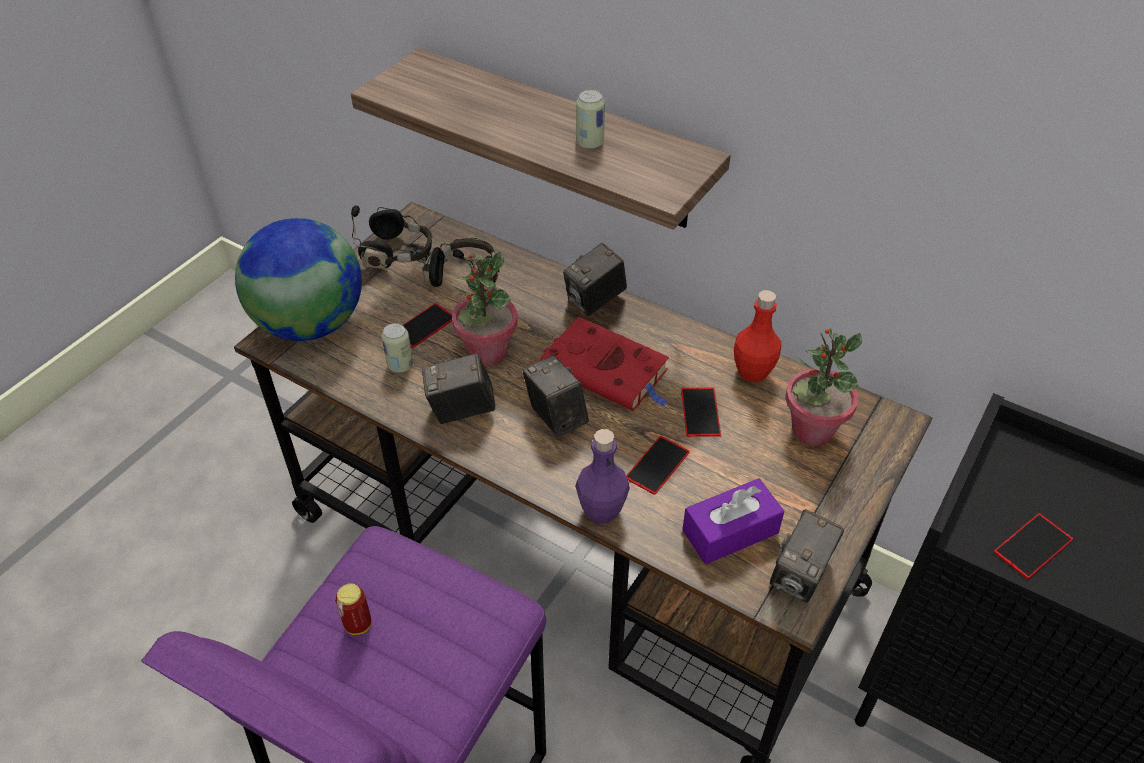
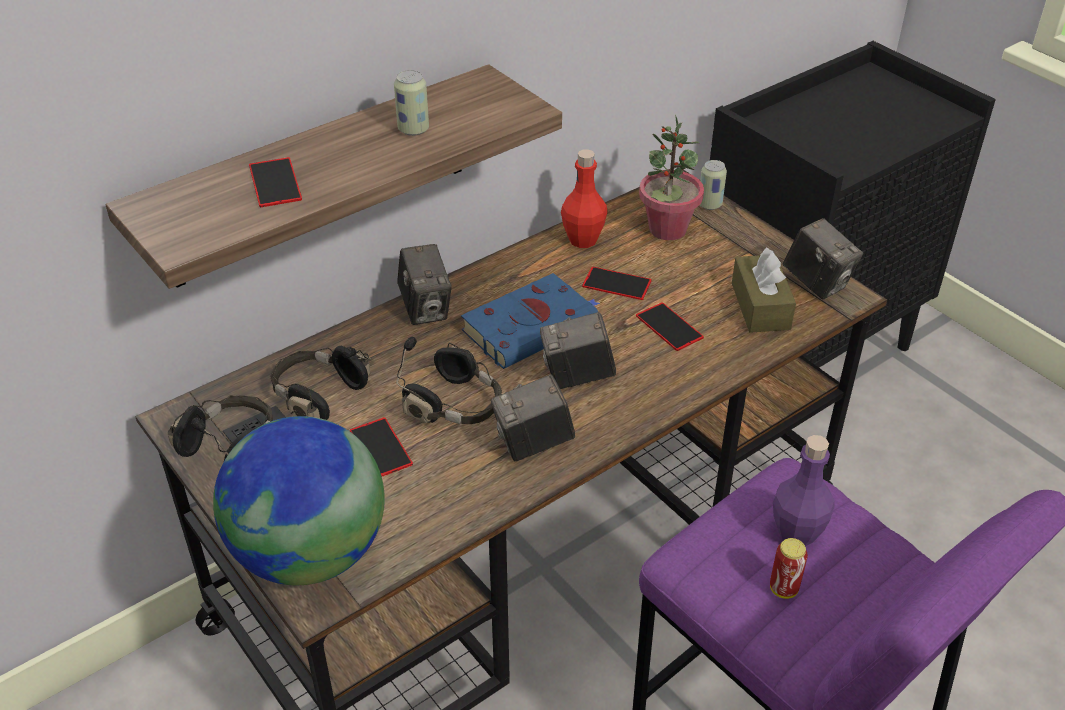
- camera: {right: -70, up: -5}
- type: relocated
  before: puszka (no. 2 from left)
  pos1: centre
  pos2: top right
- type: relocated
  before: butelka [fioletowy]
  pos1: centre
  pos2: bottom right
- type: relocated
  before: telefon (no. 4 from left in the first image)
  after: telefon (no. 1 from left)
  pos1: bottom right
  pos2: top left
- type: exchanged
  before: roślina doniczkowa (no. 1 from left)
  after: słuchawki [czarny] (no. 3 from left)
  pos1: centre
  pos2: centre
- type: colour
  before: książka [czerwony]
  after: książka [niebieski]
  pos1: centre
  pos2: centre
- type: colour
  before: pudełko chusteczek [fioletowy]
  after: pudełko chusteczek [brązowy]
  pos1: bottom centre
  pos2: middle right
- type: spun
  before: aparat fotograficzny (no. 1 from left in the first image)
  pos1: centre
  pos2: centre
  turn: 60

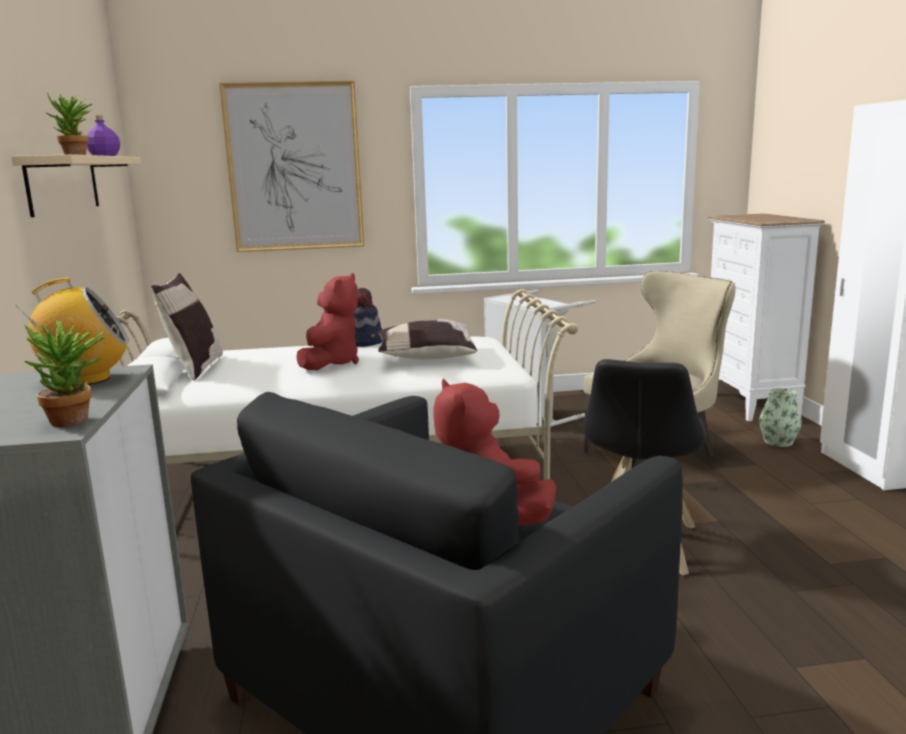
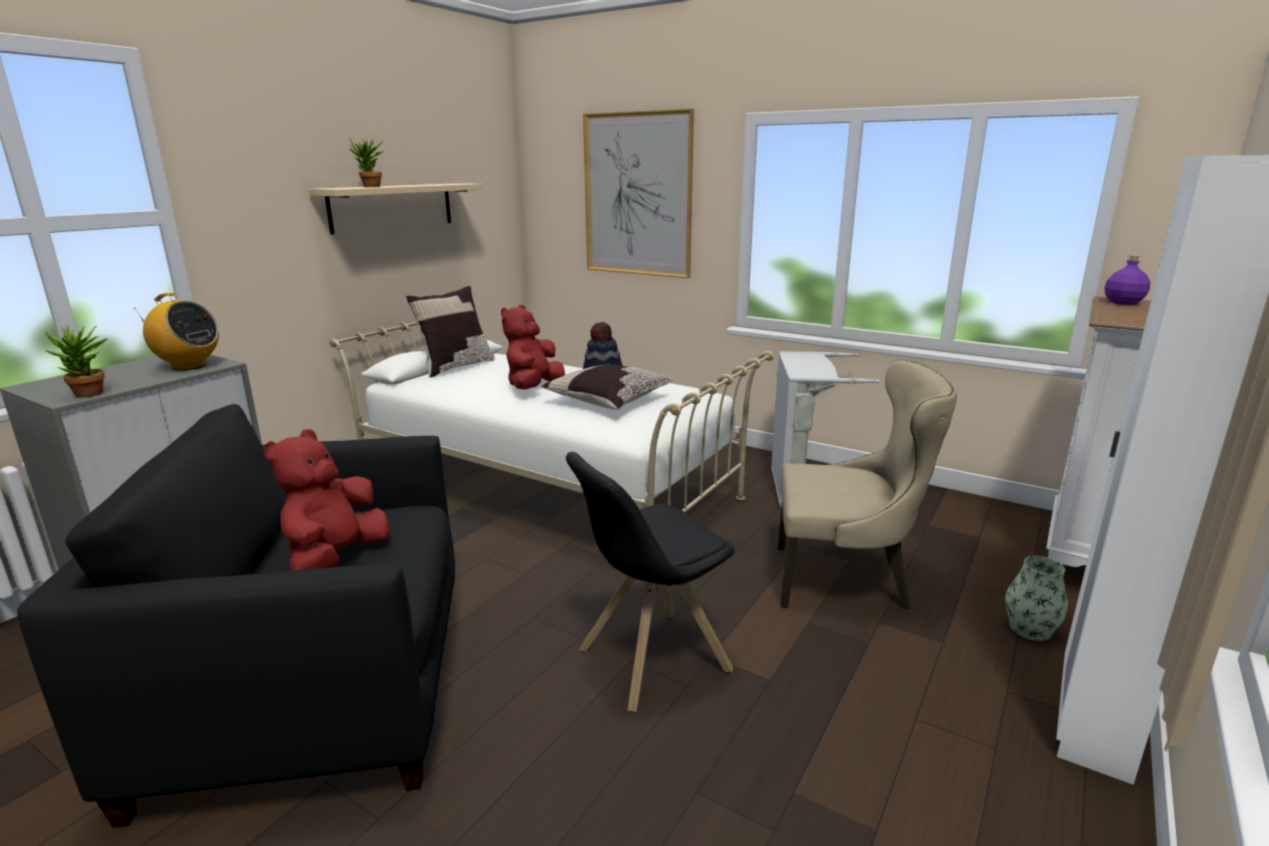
- camera: {right: 40, up: 5}
- type: relocated
  before: butelka [fioletowy]
  pos1: top left
  pos2: top right
- type: spun
  before: pluszak [czerwony] (no. 1 from left in the first image)
  pos1: centre
  pos2: centre
  turn: 150

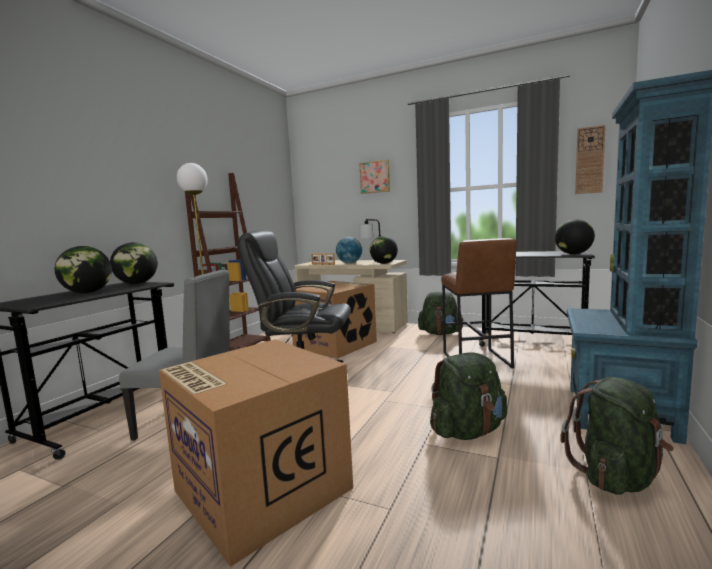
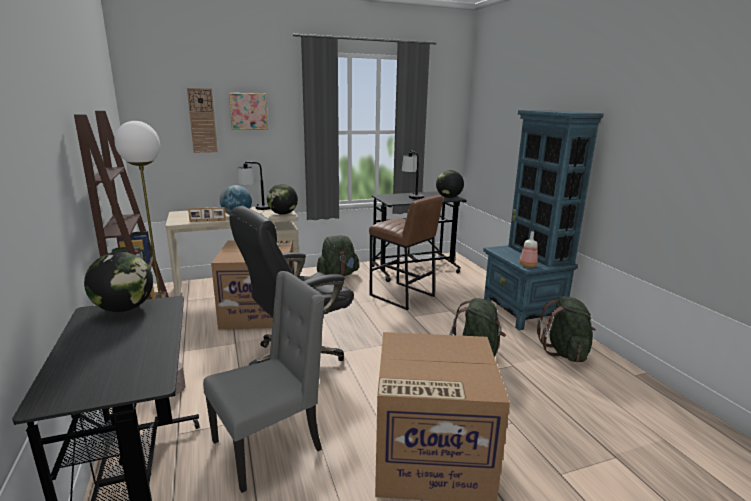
- camera: {right: -45, up: 10}
- type: missing
  before: globus (no. 1 from left)
  pos1: middle left
- type: appeared
  after: lampa stołowa (no. 2 from left)
  pos2: centre
- type: appeared
  after: butelka
  pos2: middle right
- type: relocated
  before: zegar ścienny
  pos1: top right
  pos2: top left

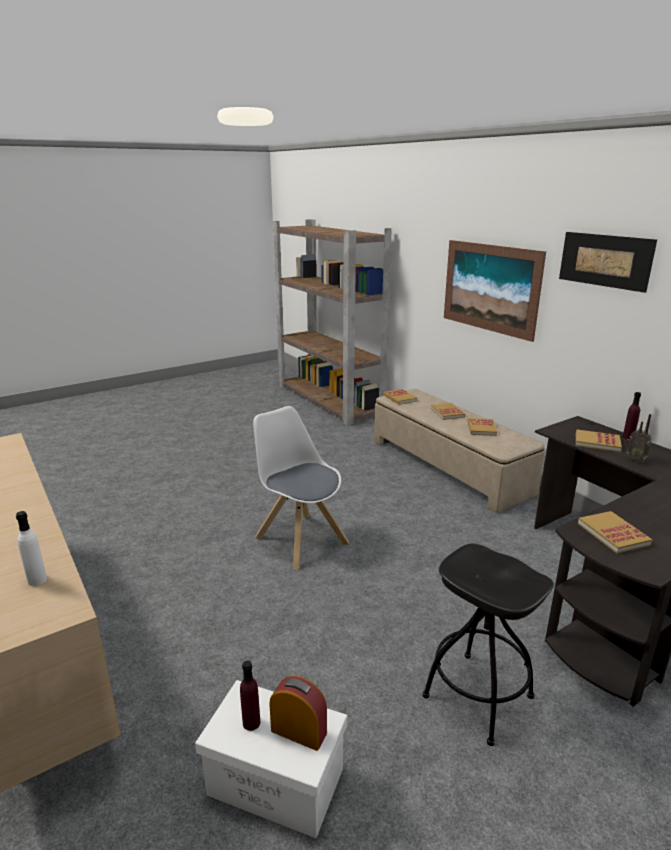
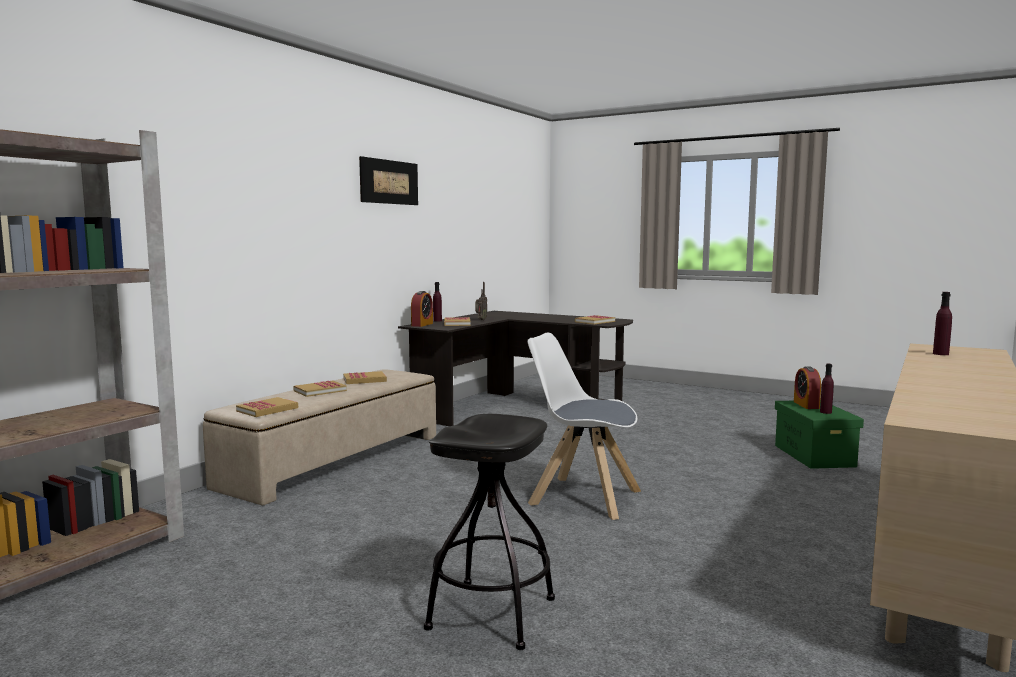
- camera: {right: -115, up: -15}
- type: missing
  before: obraz (no. 1 from left)
  pos1: middle right
- type: appeared
  after: budzik (no. 1 from left)
  pos2: centre
- type: relocated
  before: stołek [czarny]
  pos1: bottom right
  pos2: bottom centre
- type: colour
  before: butelka [biały]
  after: butelka [fioletowy] (no. 3 from left)
  pos1: middle left
  pos2: middle right
- type: colour
  before: pojemnik do przechowywania [biały]
  after: pojemnik do przechowywania [zielony]
  pos1: bottom centre
  pos2: middle right
- type: spun
  before: krzesło
  pos1: centre
  pos2: centre
  turn: 90

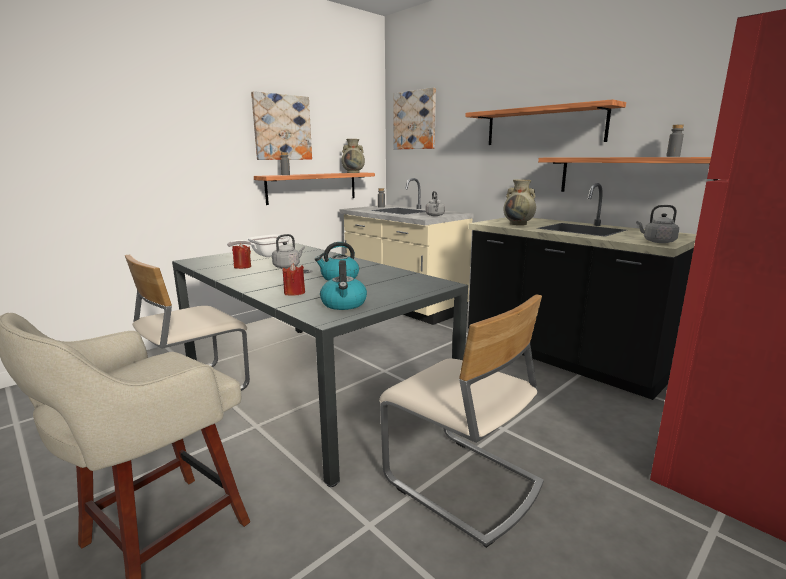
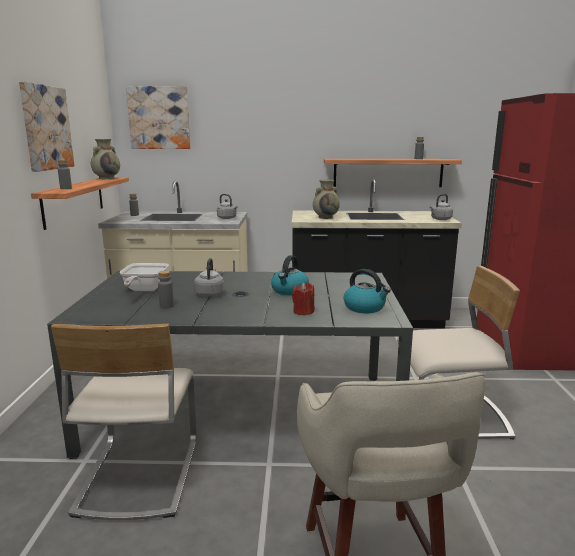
- camera: {right: -45, up: 0}
- type: missing
  before: półka (no. 2 from left)
  pos1: top right
- type: exchanged
  before: świeca [czerwony] (no. 1 from left)
  after: butelka [szary] (no. 3 from left)
  pos1: middle left
  pos2: middle left

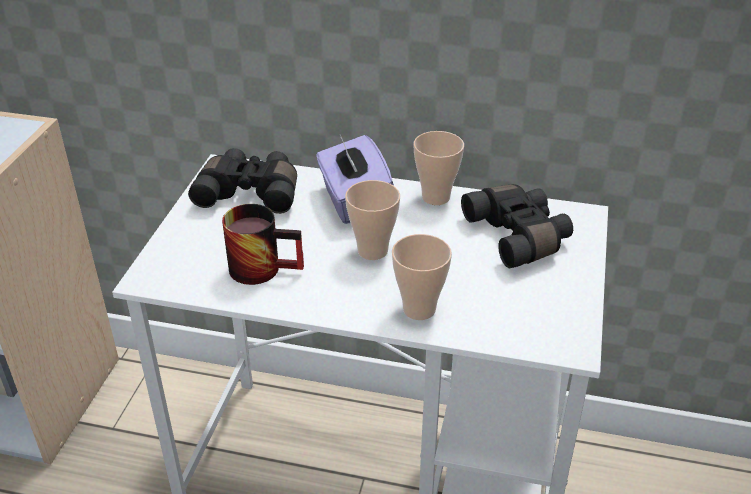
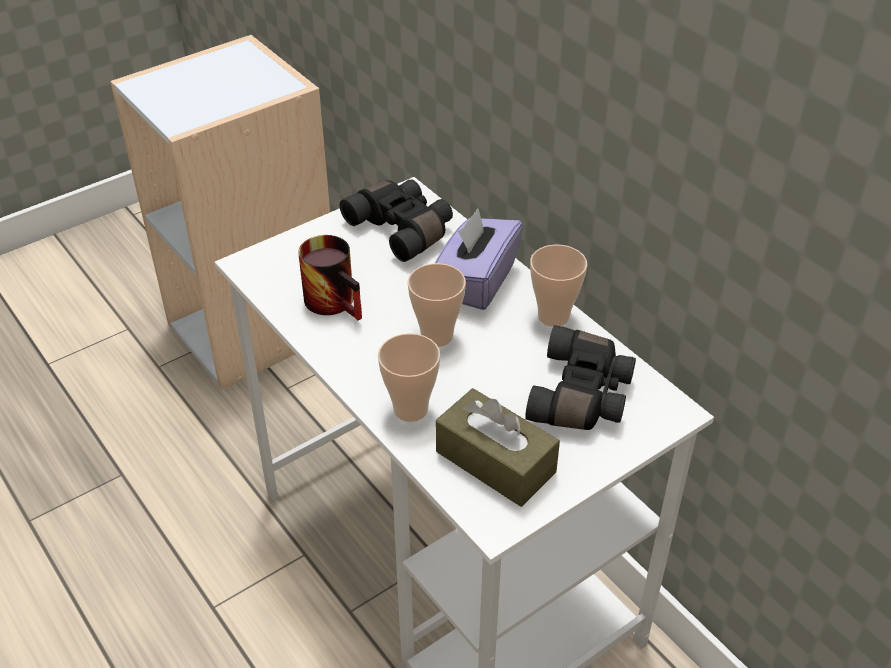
- camera: {right: 40, up: 5}
- type: appeared
  after: pudełko chusteczek [brązowy]
  pos2: bottom centre

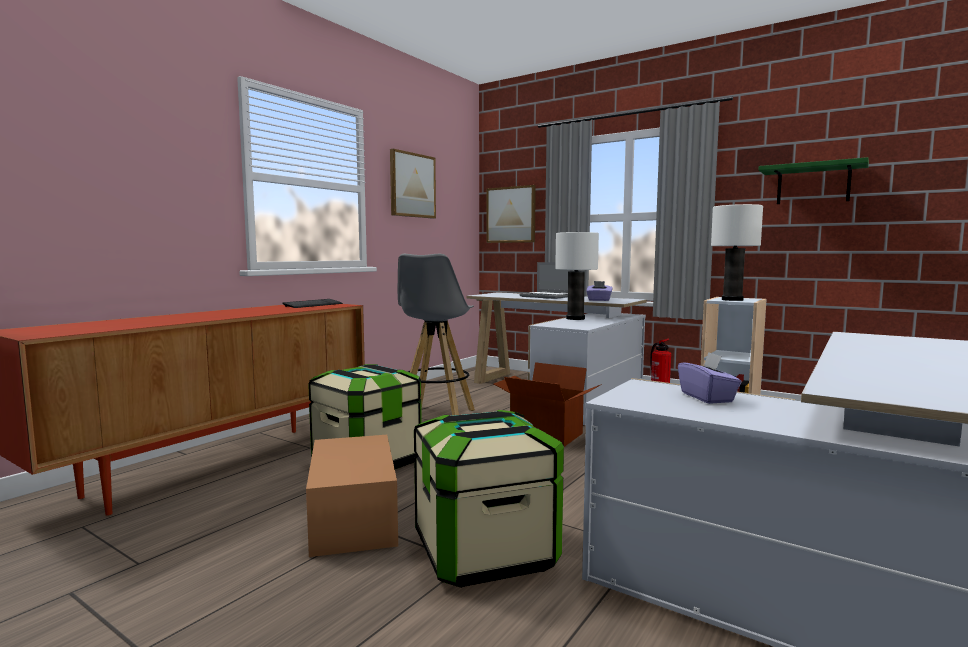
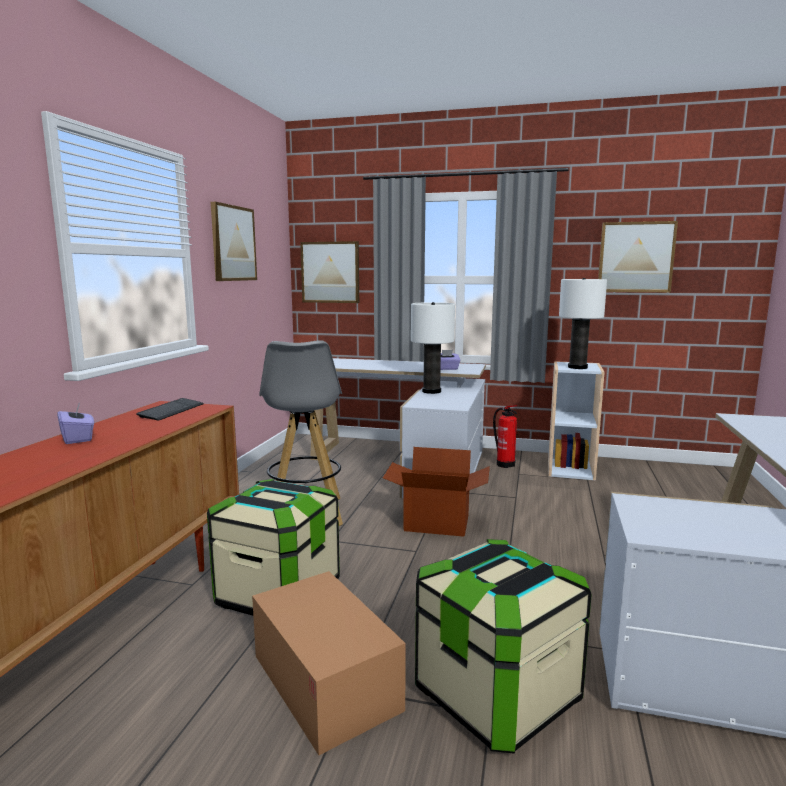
- camera: {right: -20, up: 5}
- type: missing
  before: laptop
  pos1: centre
- type: relocated
  before: pudełko chusteczek [fioletowy] (no. 2 from left in the first image)
  after: pudełko chusteczek [fioletowy] (no. 1 from left)
  pos1: middle right
  pos2: middle left
- type: exchanged
  before: półka [zielony]
  after: obraz (no. 3 from left)
  pos1: top right
  pos2: top right

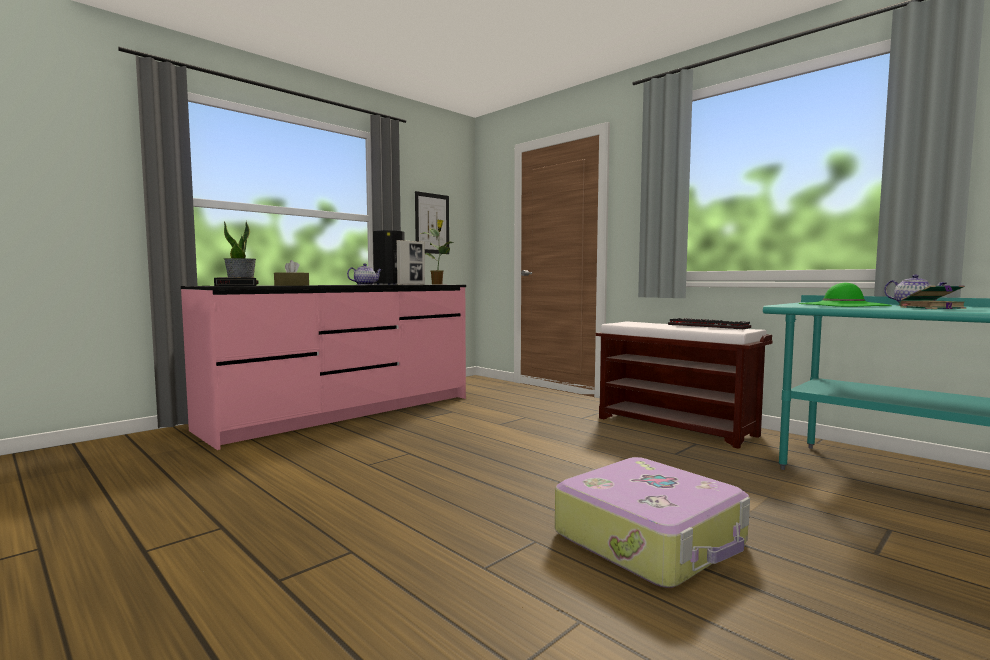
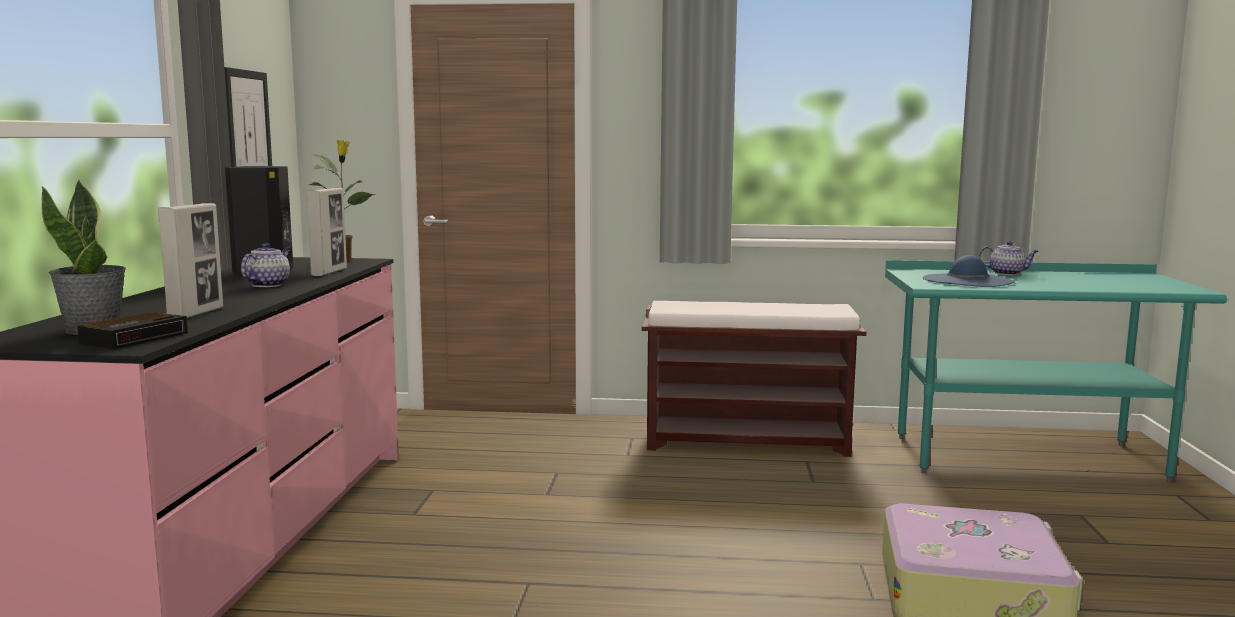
- camera: {right: -40, up: 5}
- type: missing
  before: klawiatura
  pos1: middle right
- type: missing
  before: książka
  pos1: middle right
- type: exchanged
  before: pudełko chusteczek [brązowy]
  after: ramka na zdjęcie (no. 1 from left)
  pos1: middle left
  pos2: middle left
- type: colour
  before: kapelusz [zielony]
  after: kapelusz [niebieski]
  pos1: middle right
  pos2: middle right

